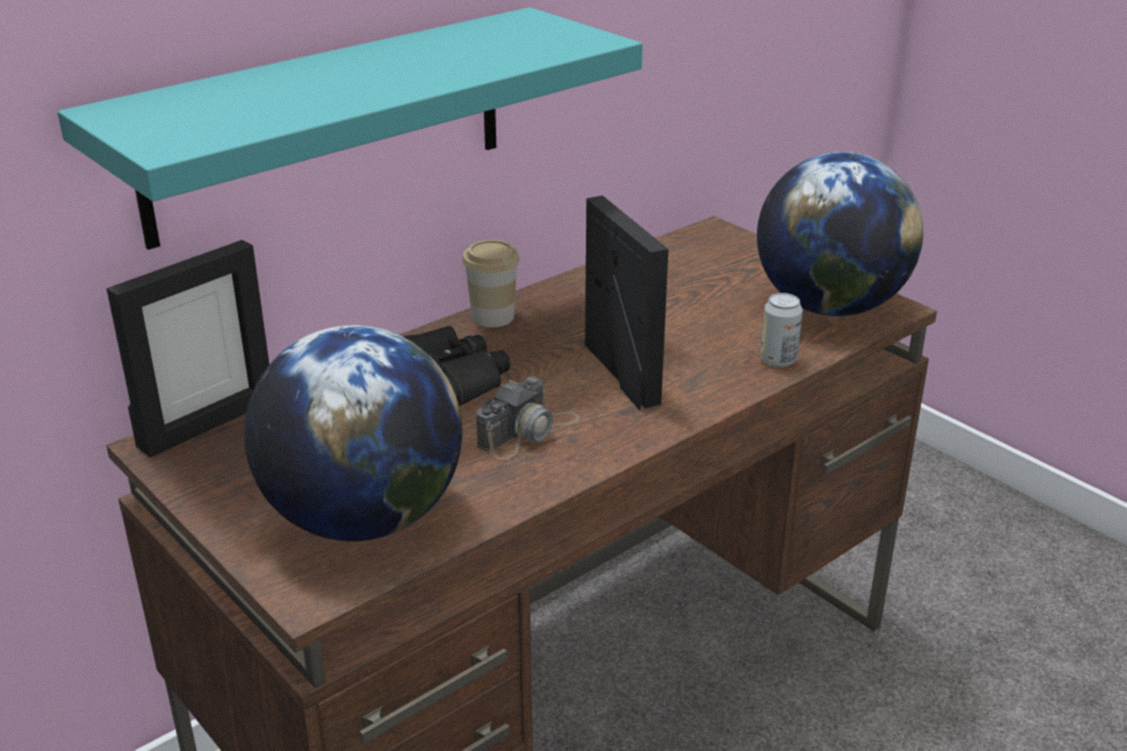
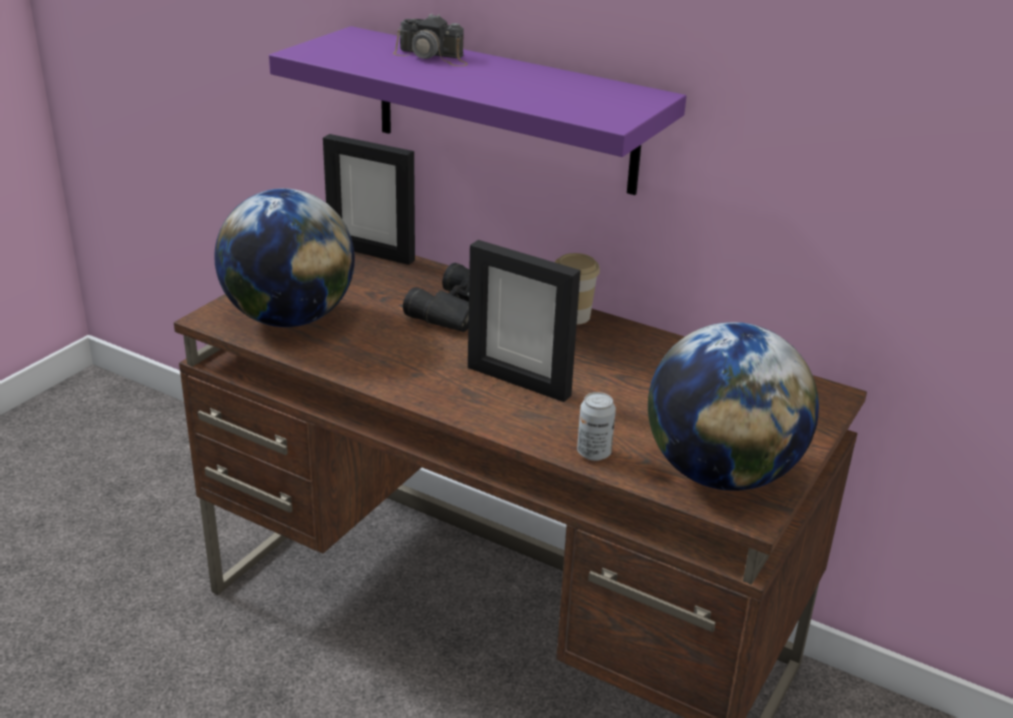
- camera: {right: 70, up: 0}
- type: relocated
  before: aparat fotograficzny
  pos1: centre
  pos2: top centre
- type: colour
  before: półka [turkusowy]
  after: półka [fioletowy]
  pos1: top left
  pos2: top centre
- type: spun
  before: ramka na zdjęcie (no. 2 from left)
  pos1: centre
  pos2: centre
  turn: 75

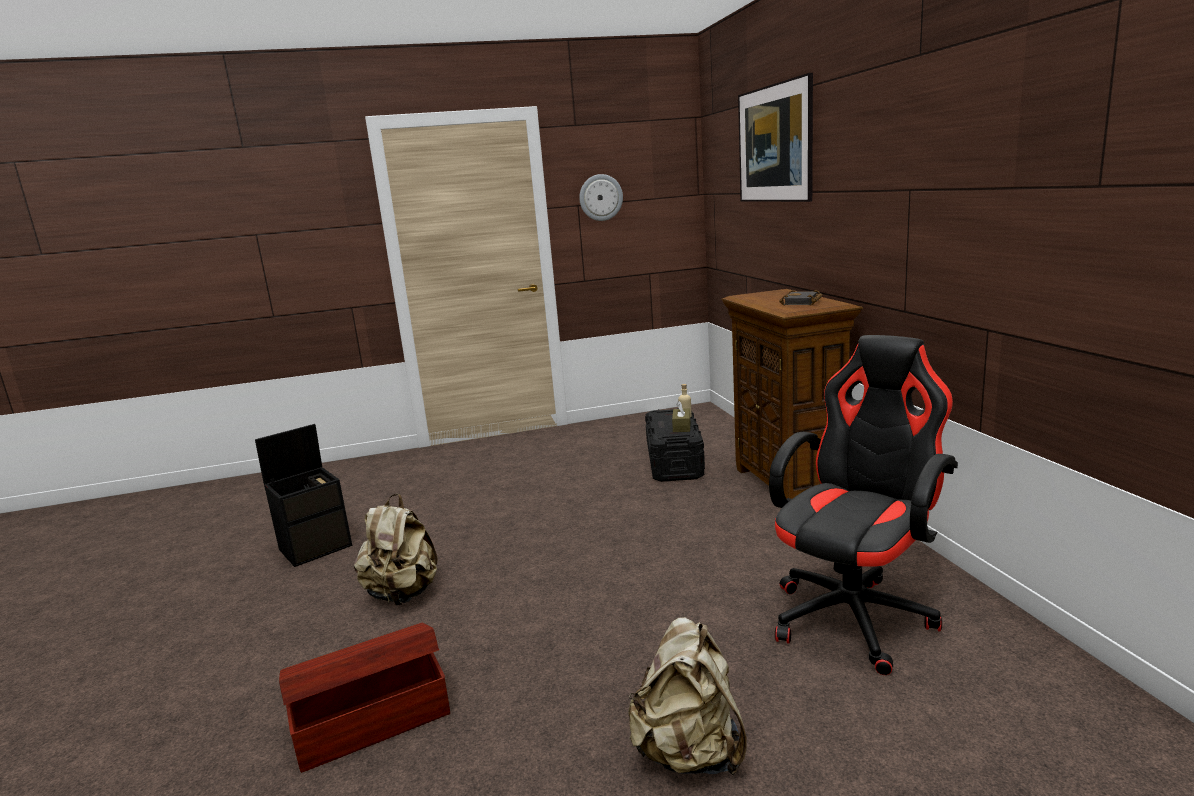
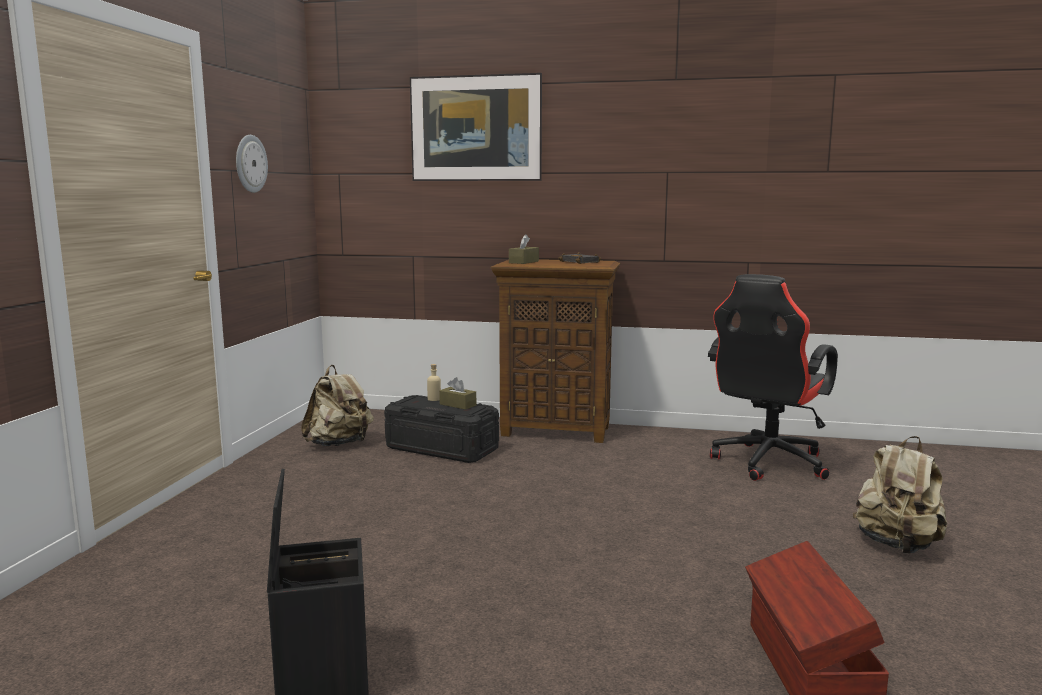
- camera: {right: -65, up: -5}
- type: appeared
  after: pudełko chusteczek [brązowy] (no. 2 from left)
  pos2: centre
- type: relocated
  before: plecak [beżowy] (no. 1 from left)
  pos1: bottom left
  pos2: middle left
- type: spun
  before: krzesło biurowe [czarny]
  pos1: middle right
  pos2: middle right
  turn: -120

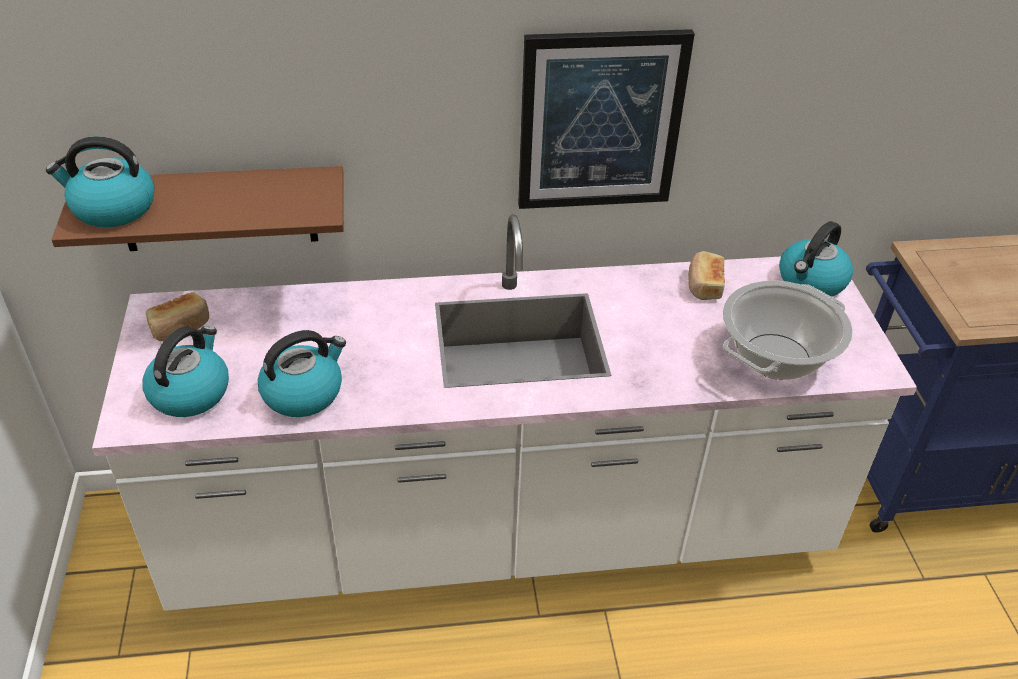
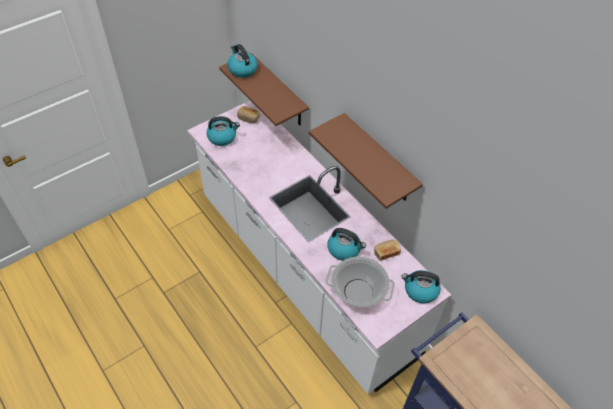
- camera: {right: 60, up: 10}
- type: relocated
  before: czajnik (no. 3 from left)
  pos1: middle left
  pos2: centre
- type: exchanged
  before: obraz
  after: półka [brązowy] (no. 2 from left)
  pos1: top centre
  pos2: centre

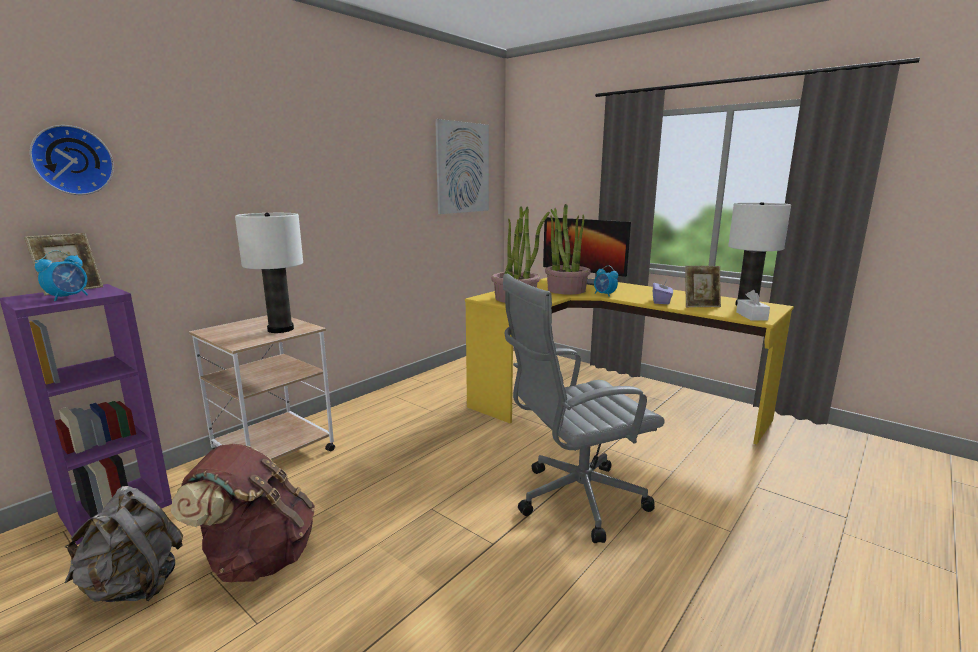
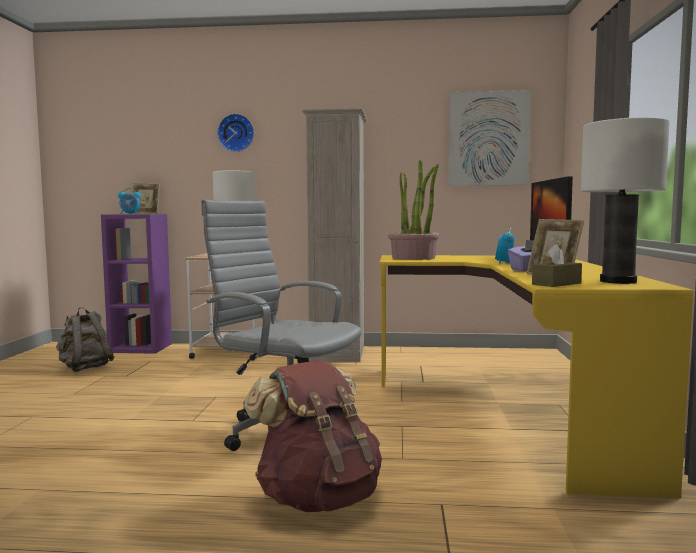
- camera: {right: 55, up: -10}
- type: missing
  before: roślina doniczkowa (no. 2 from left)
  pos1: centre
- type: appeared
  after: szafka [beżowy]
  pos2: centre
- type: relocated
  before: zegar ścienny
  pos1: top left
  pos2: top centre
- type: relocated
  before: plecak [brązowy]
  pos1: bottom left
  pos2: bottom centre
- type: colour
  before: pudełko chusteczek [biały]
  after: pudełko chusteczek [brązowy]
  pos1: middle right
  pos2: middle right

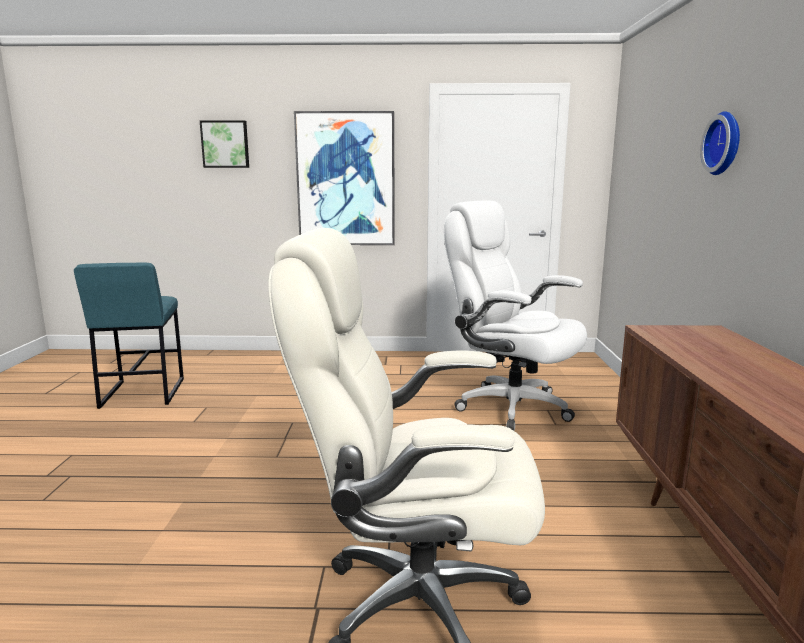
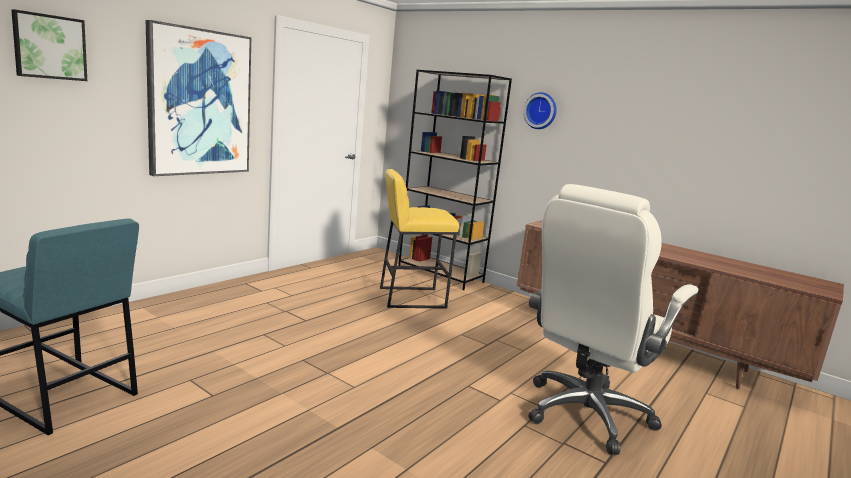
- camera: {right: -55, up: 0}
- type: appeared
  after: regał [beżowy]
  pos2: centre
- type: exchanged
  before: krzesło biurowe [biały] (no. 2 from left)
  after: stołek [żółty]
  pos1: centre
  pos2: centre

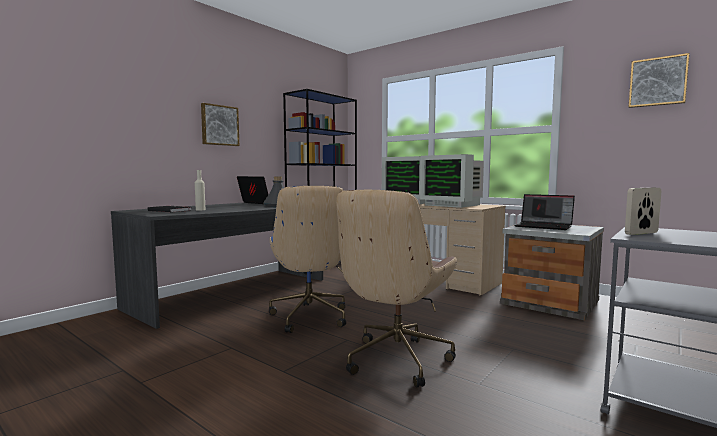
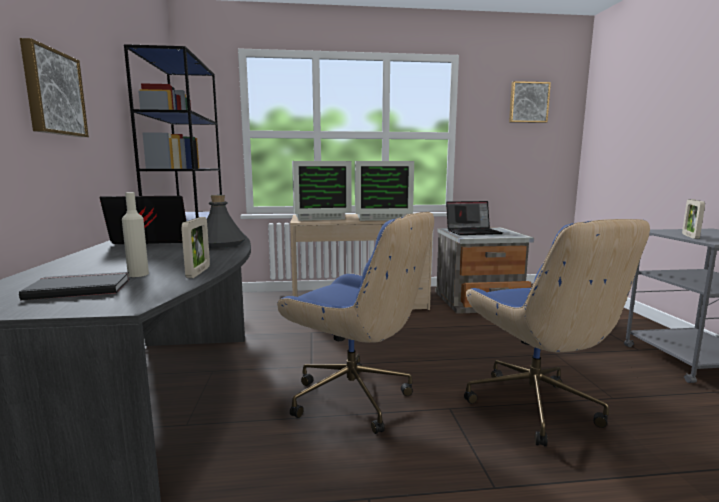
- camera: {right: -45, up: 5}
- type: appeared
  after: ramka na zdjęcie (no. 1 from left)
  pos2: middle left
- type: colour
  before: krzesło biurowe [brązowy]
  after: krzesło biurowe [niebieski] (no. 2 from left)
  pos1: centre
  pos2: middle right

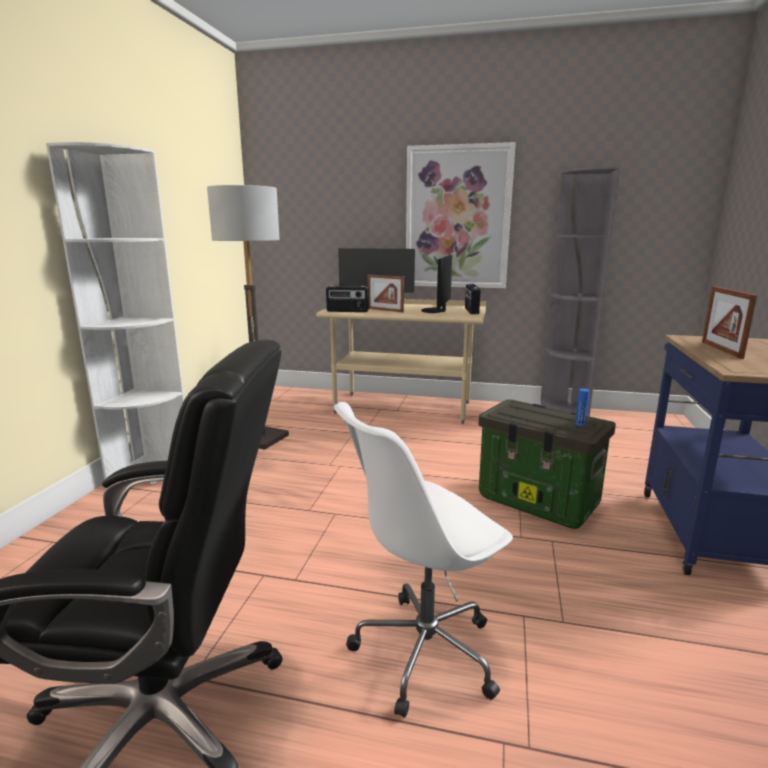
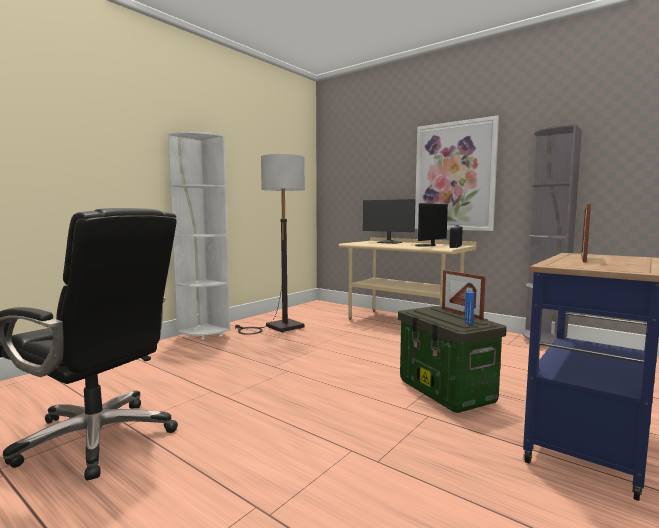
- camera: {right: 25, up: -10}
- type: missing
  before: radio (no. 1 from left)
  pos1: centre
- type: missing
  before: krzesło biurowe [biały]
  pos1: bottom centre
- type: relocated
  before: ramka na zdjęcie (no. 1 from left)
  pos1: centre
  pos2: middle right

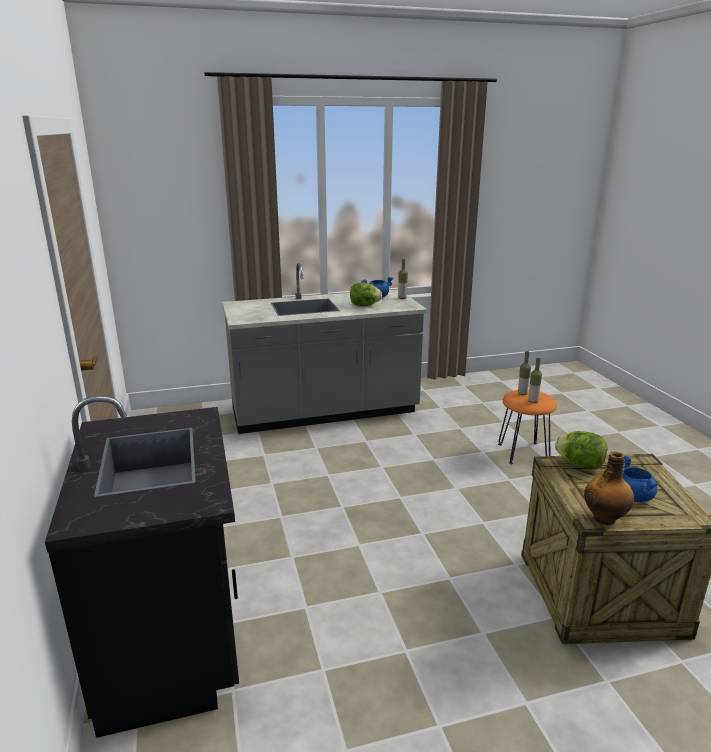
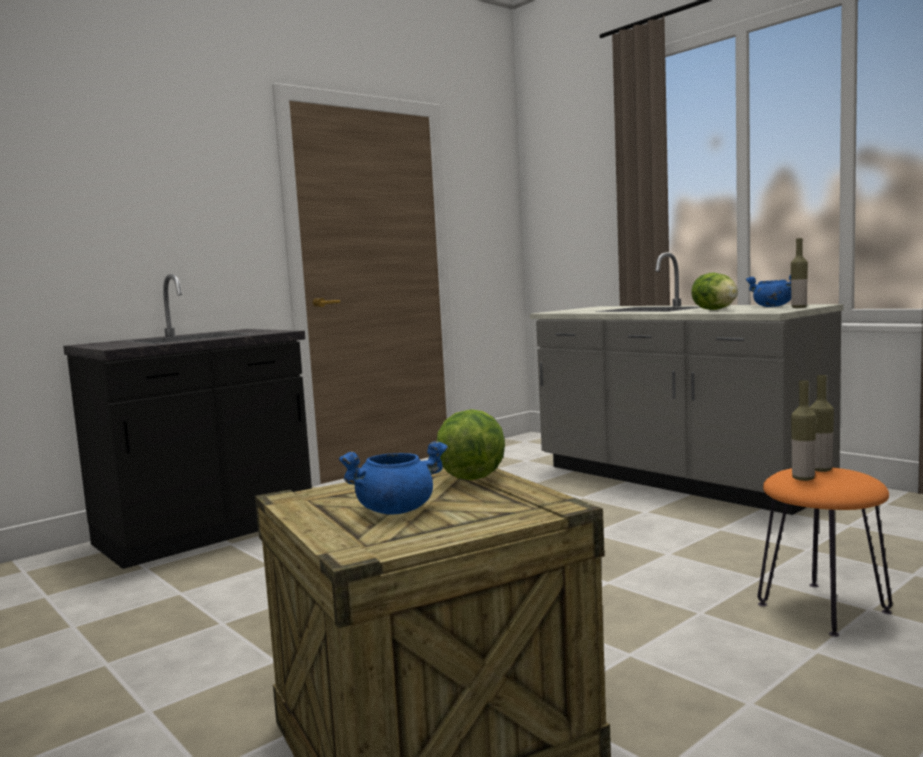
- camera: {right: 65, up: -15}
- type: missing
  before: butelka (no. 4 from left)
  pos1: middle right

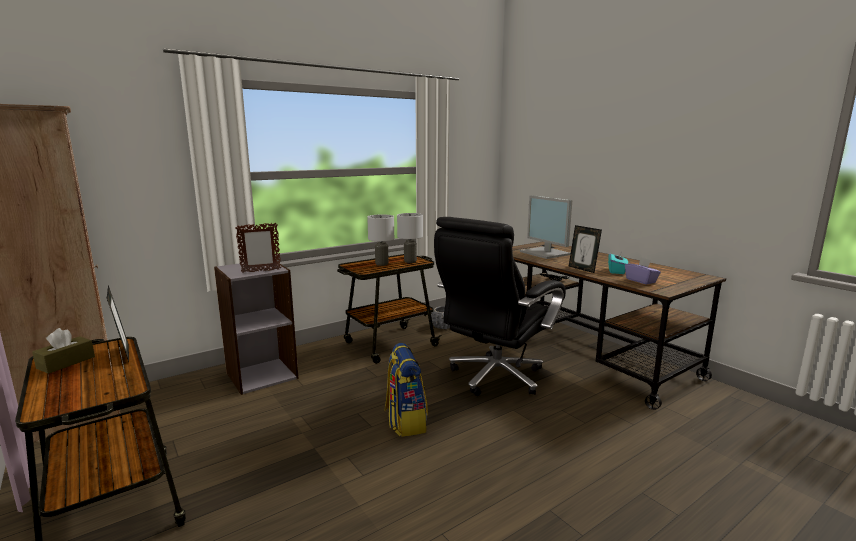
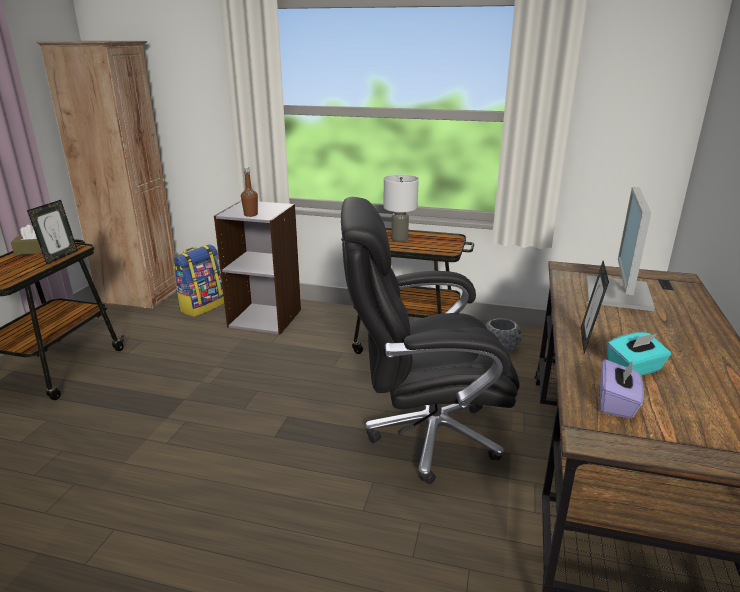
- camera: {right: 50, up: 10}
- type: missing
  before: lampa stołowa [biały] (no. 2 from left)
  pos1: centre
- type: relocated
  before: plecak
  pos1: bottom centre
  pos2: middle left
- type: exchanged
  before: ramka na zdjęcie (no. 2 from left)
  after: butelka [brązowy]
  pos1: middle left
  pos2: top centre

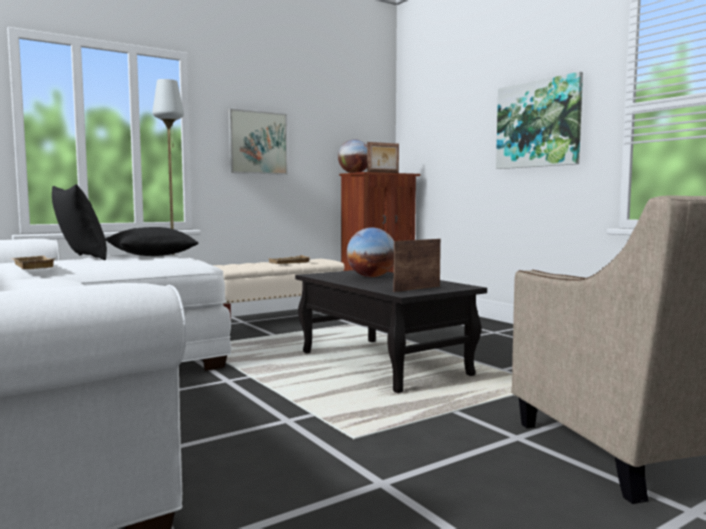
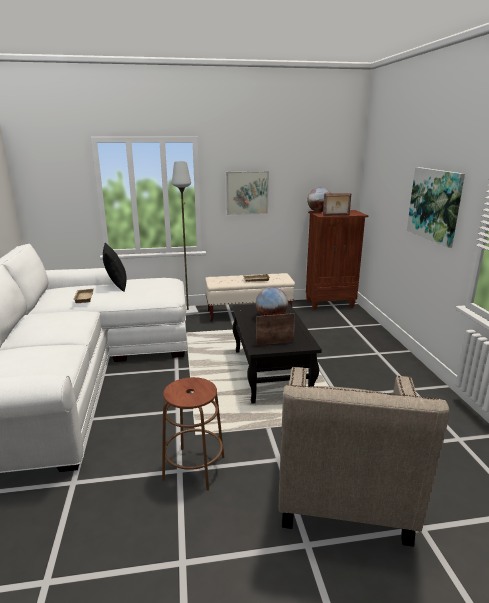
- camera: {right: 25, up: 15}
- type: missing
  before: poduszka [czarny] (no. 2 from left)
  pos1: middle left
- type: appeared
  after: stołek [brązowy]
  pos2: bottom centre

